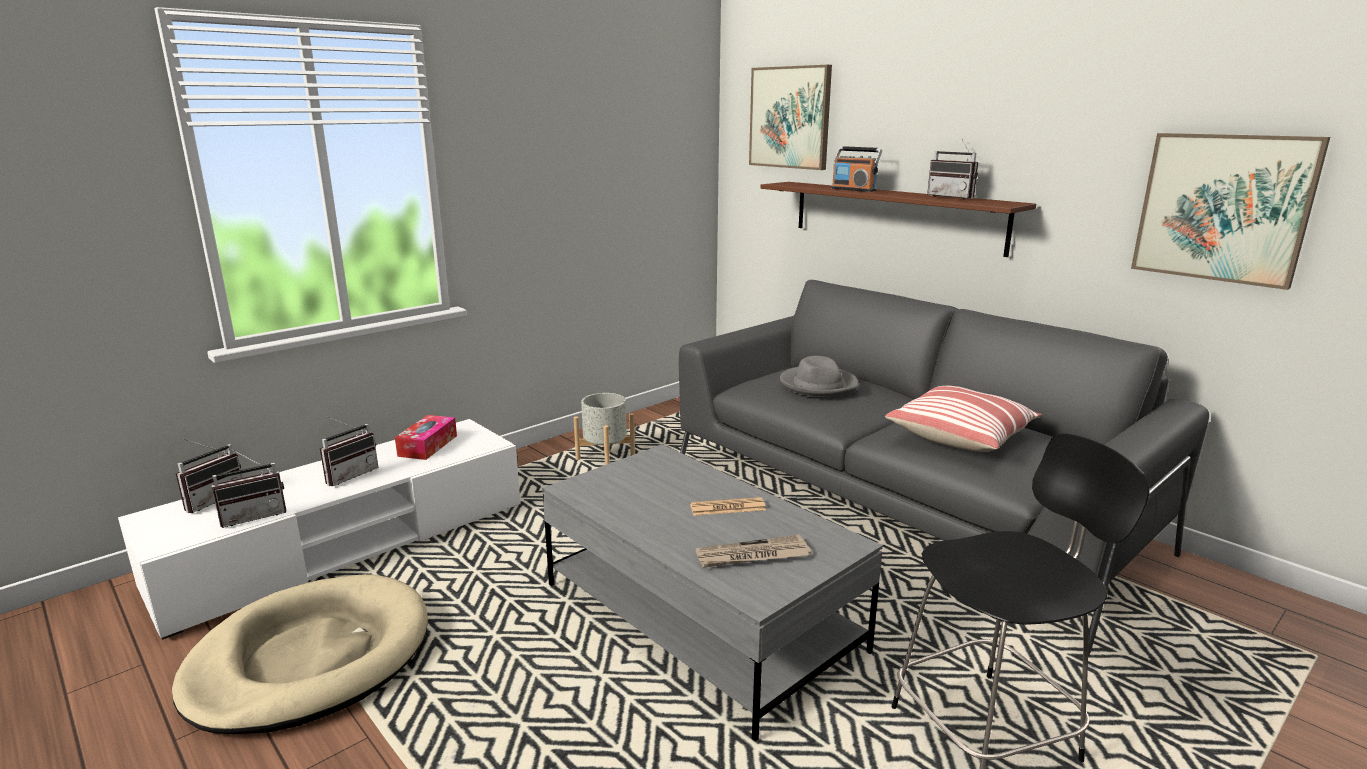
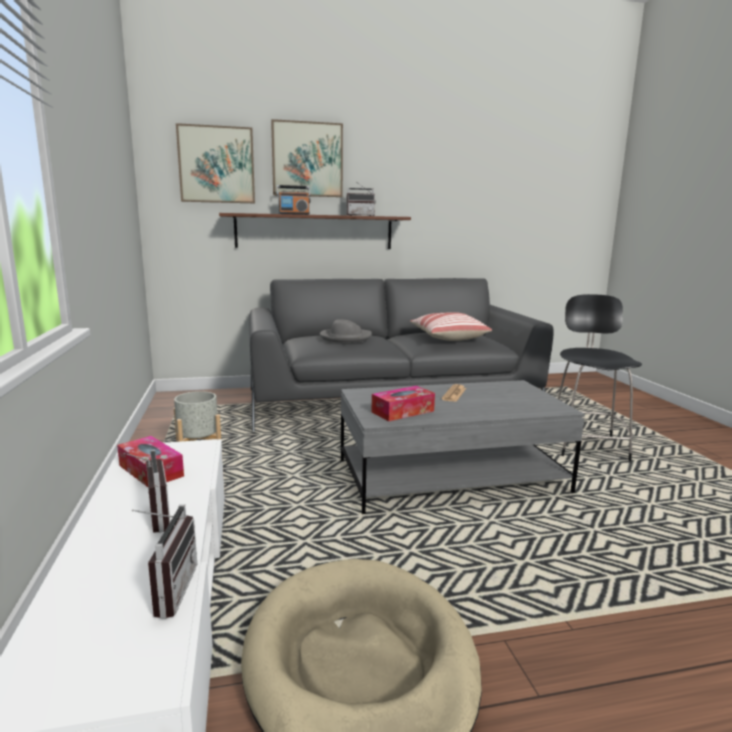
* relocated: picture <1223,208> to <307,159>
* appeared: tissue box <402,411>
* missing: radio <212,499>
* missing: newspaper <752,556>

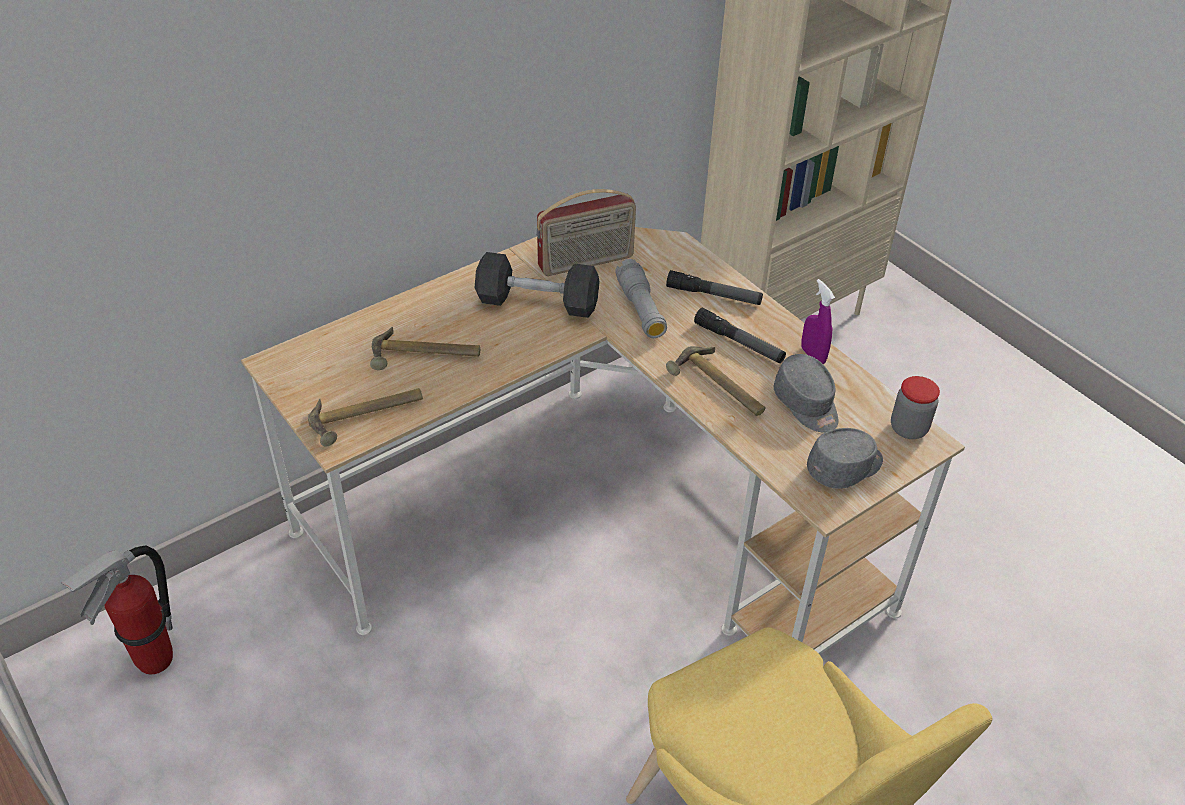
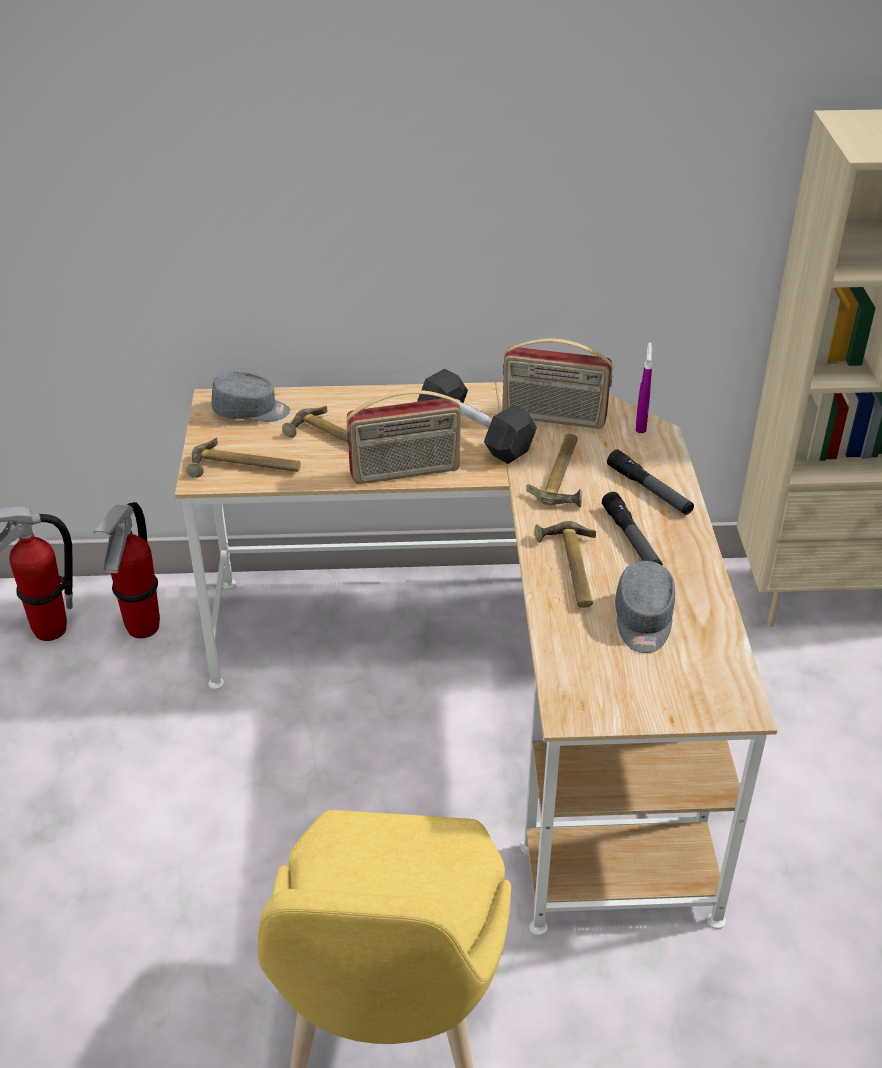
* appeared: fire extinguisher <142,629>
* relocated: grey cap <845,467> to <251,411>
* appeared: radio <405,472>
* exchanged: grey flashlight <641,309> to hammer <564,475>
* relocated: purple spray bottle <812,356> to <641,425>
* missing: jar <908,429>

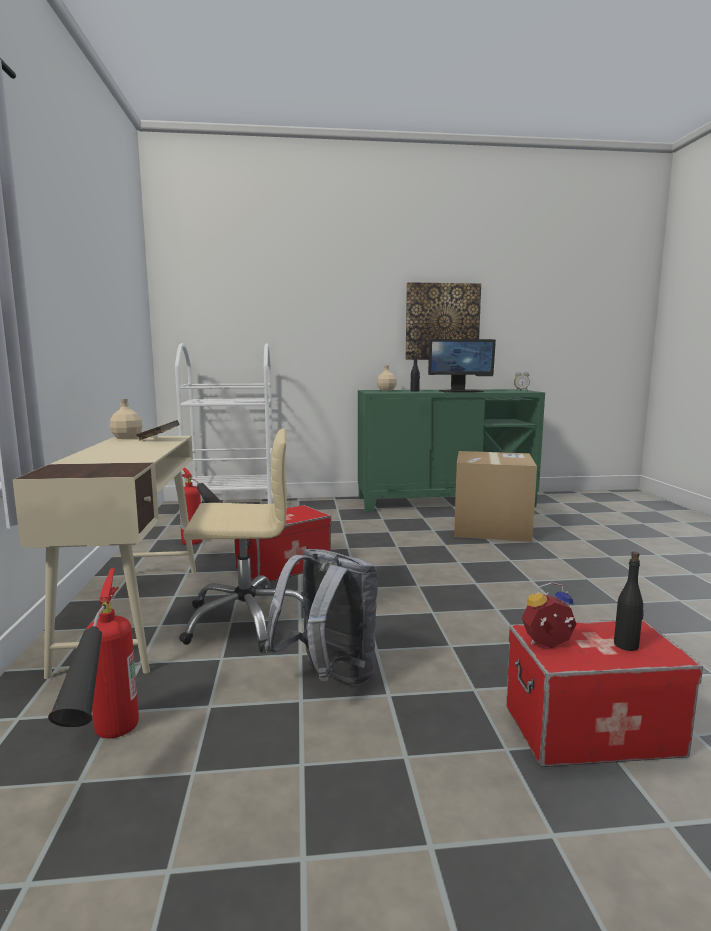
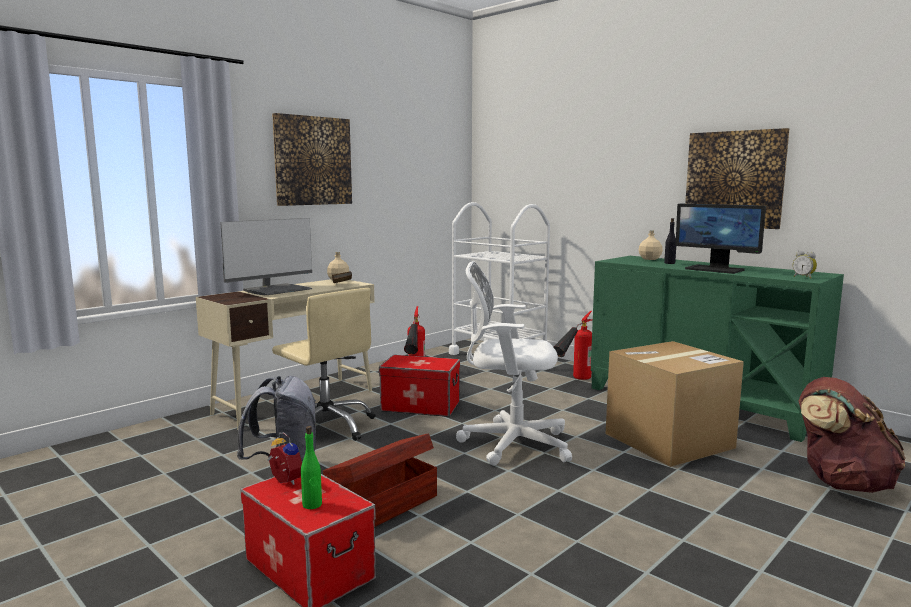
* appeared: monitor <277,290>
* appeared: picture <313,161>
* colour: black bottle <626,645> to green bottle <312,505>
* appeared: brown storage box <382,506>
* appeared: white office chair <510,443>
* relocated: fire extinguisher <105,752> to <573,381>
* appeared: brown backpack <841,482>

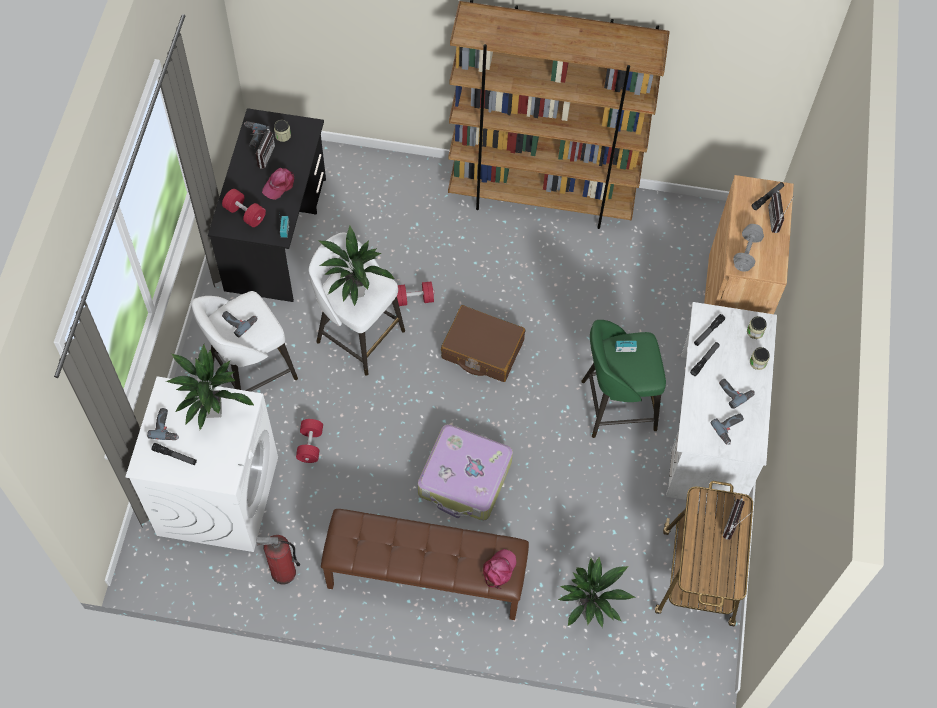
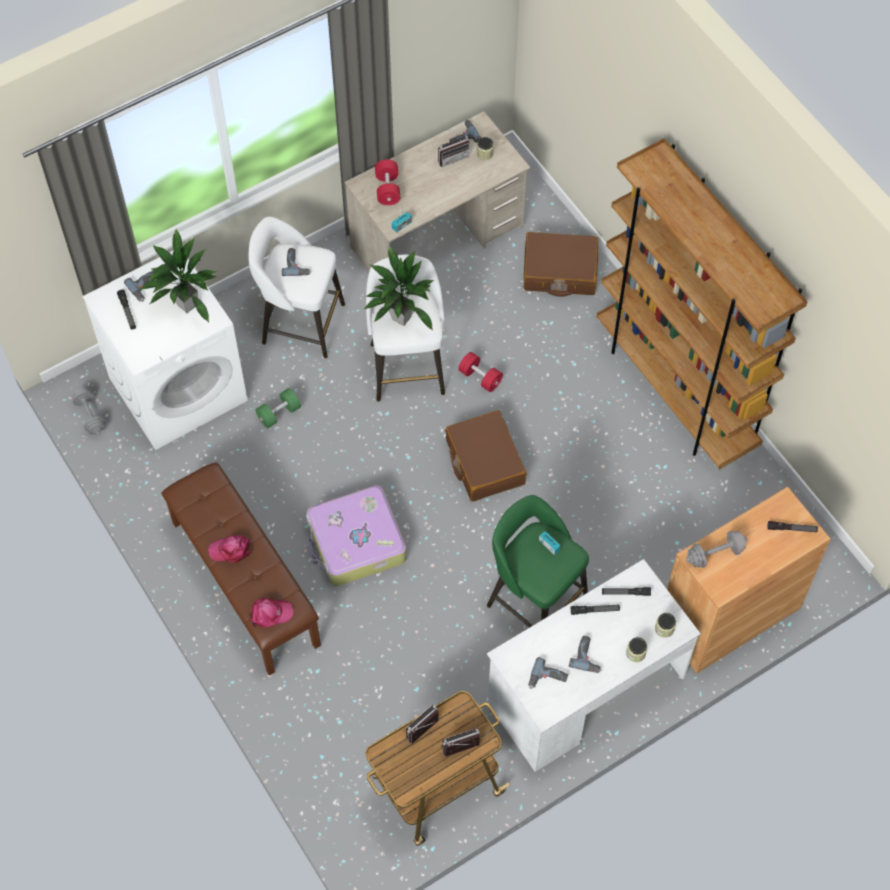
* appeared: grey dumbbell <90,416>
* relocated: pink cap <279,185> to <231,550>
* colour: red dumbbell <310,445> to green dumbbell <279,413>
* colour: black desk <276,234> to beige desk <437,238>
* relocated: radio <777,220> to <425,733>
* appeared: brown suitcase <559,271>
* missing: fire extinguisher <283,572>
* missing: potted plant <589,611>

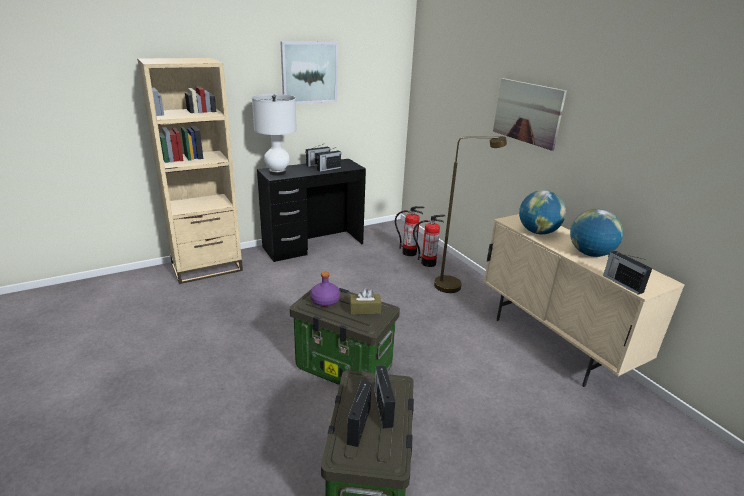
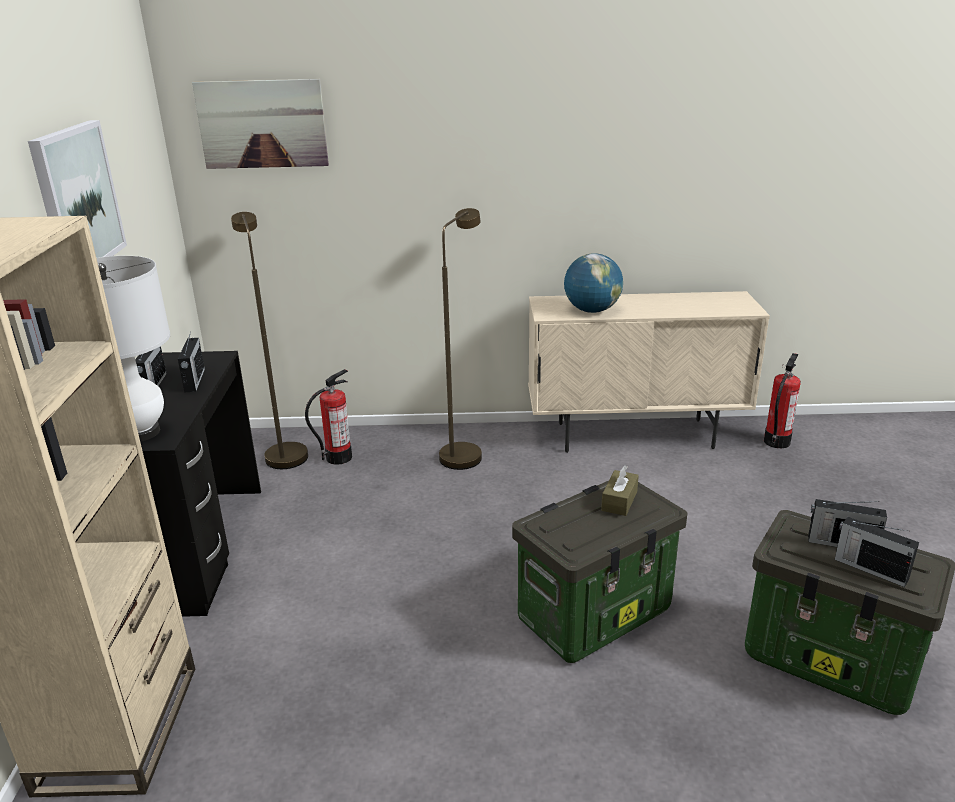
* relocated: picture <527,112> to <262,124>
* appeared: brown floor lamp <283,452>
* relocated: fire extinguisher <428,263> to <776,442>
* missing: purple bottle <324,301>
* missing: globe <590,254>
* missing: radio <622,283>

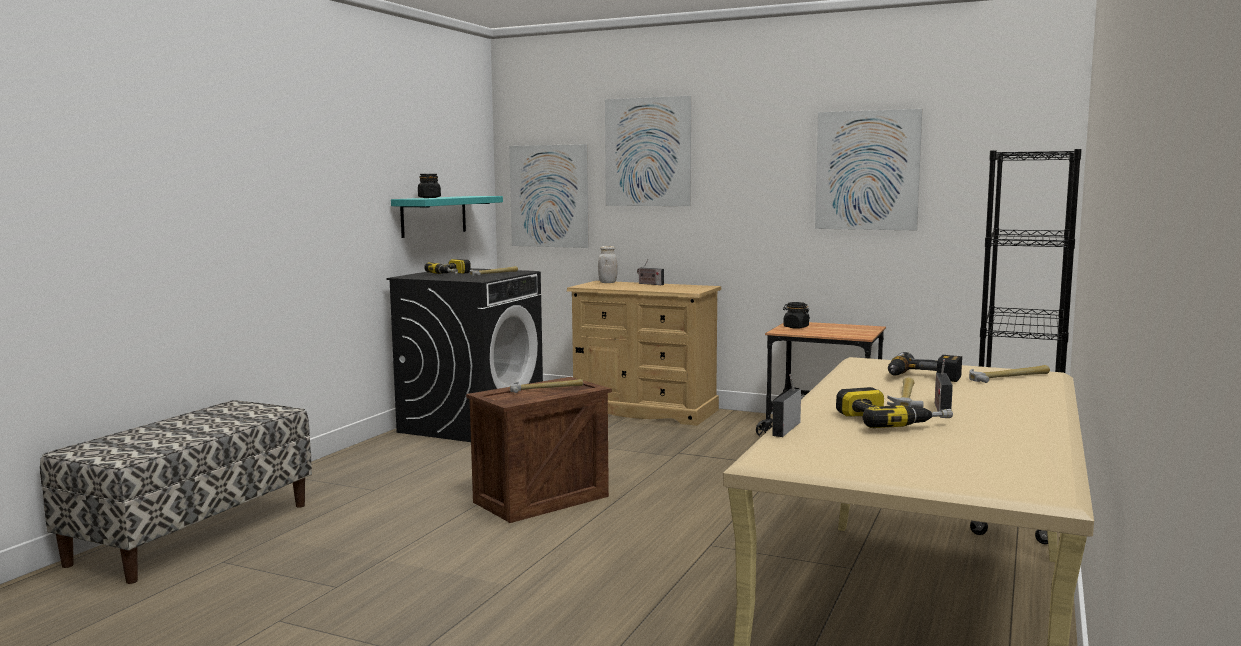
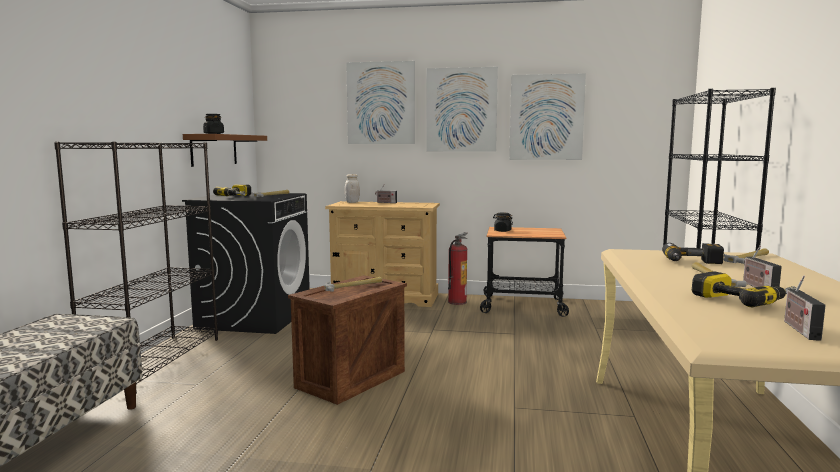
* appeared: black bookcase <156,361>
* colour: turquoise shelf <434,216> to brown shelf <214,150>
* relocated: picture <549,196> to <461,110>
* appeared: fire extinguisher <457,302>
* relocated: radio <786,428> to <799,329>

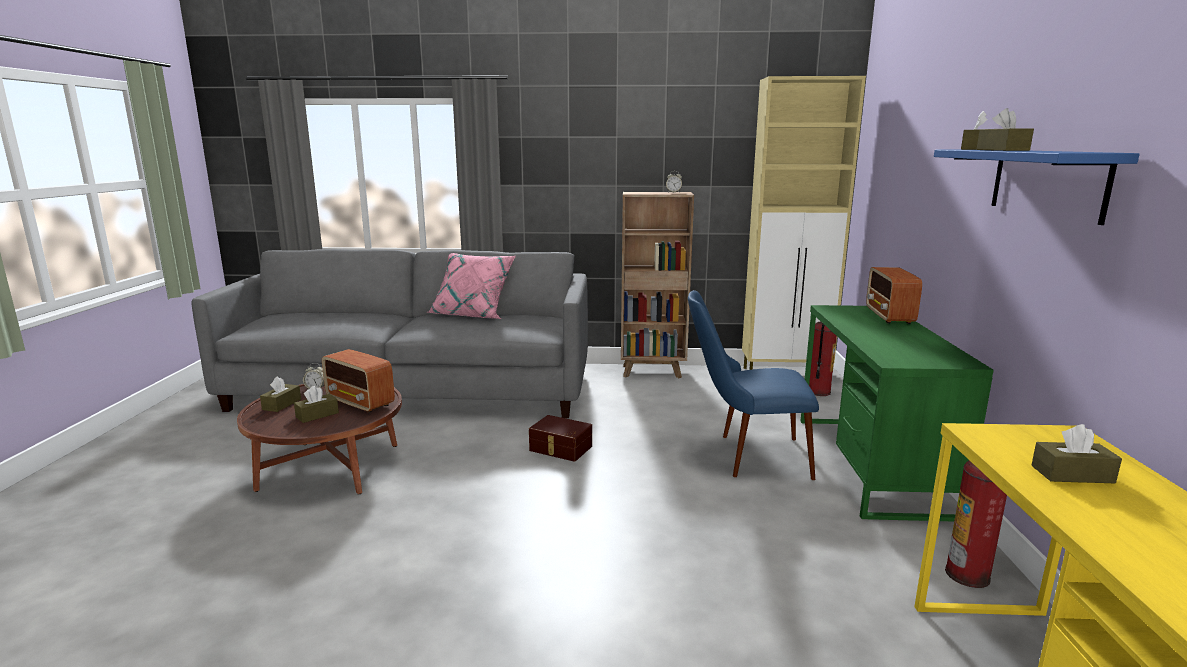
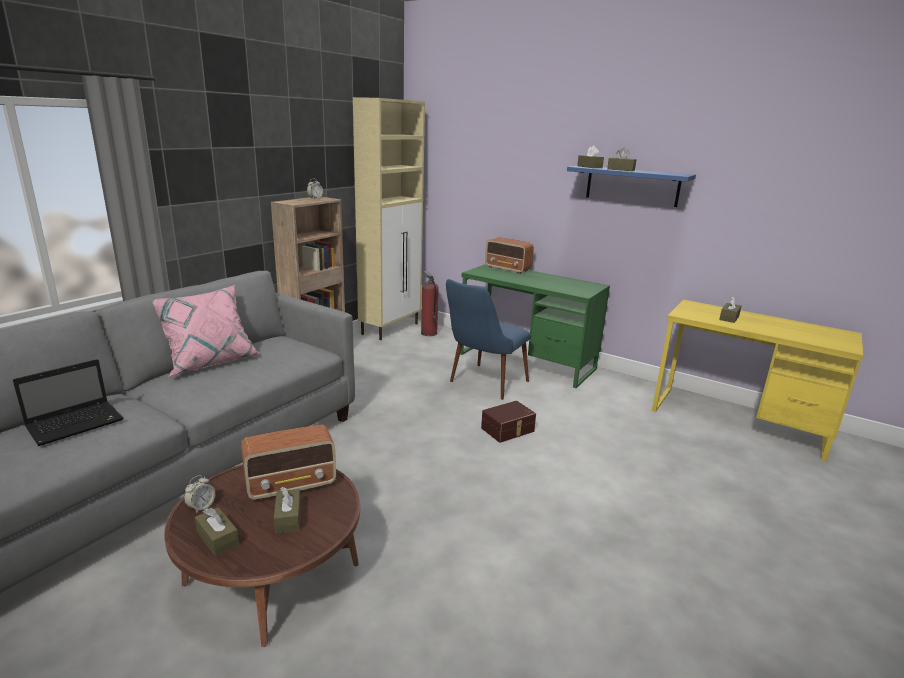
* appeared: laptop <77,423>
* relocated: brown storage box <560,449> to <508,430>
* missing: fire extinguisher <968,575>

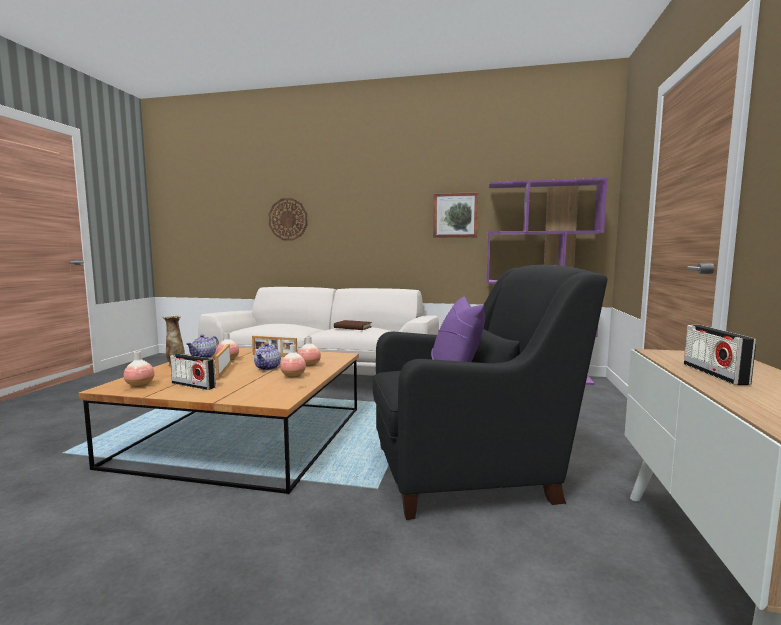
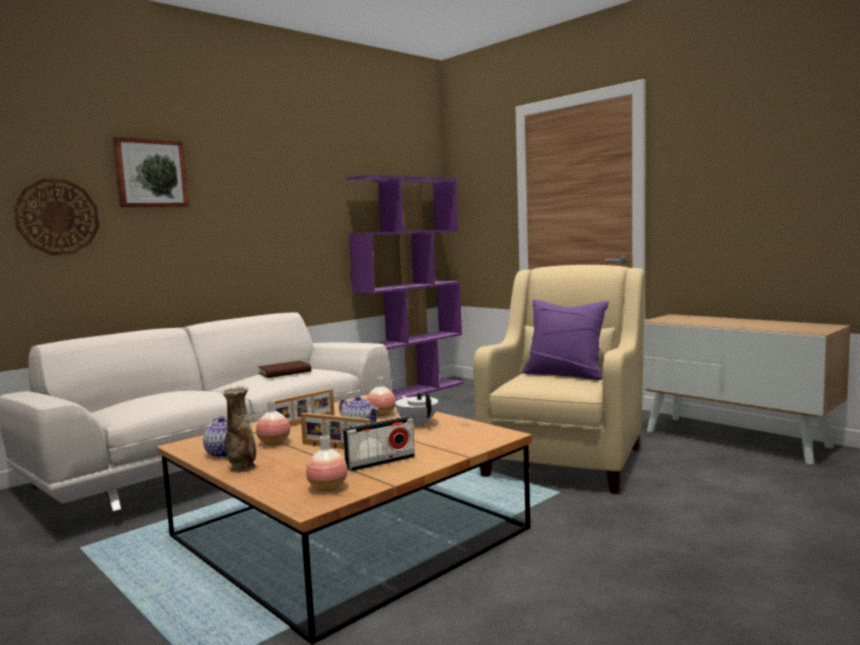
* relocated: picture <455,215> to <151,173>
* exchanged: vase <293,376> to white teapot <417,423>
* colour: black armchair <469,471> to beige armchair <566,458>
* missing: radio <714,374>

